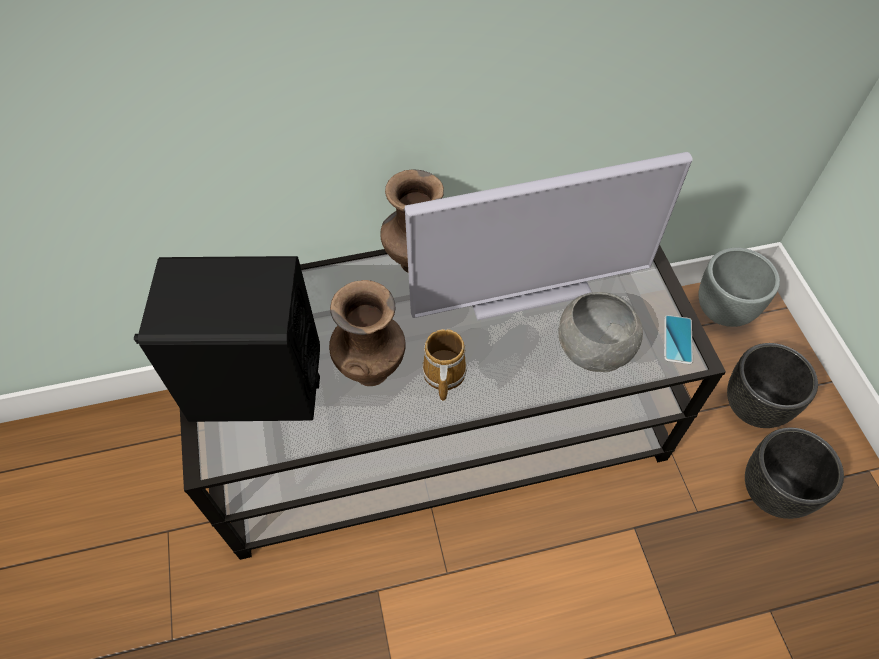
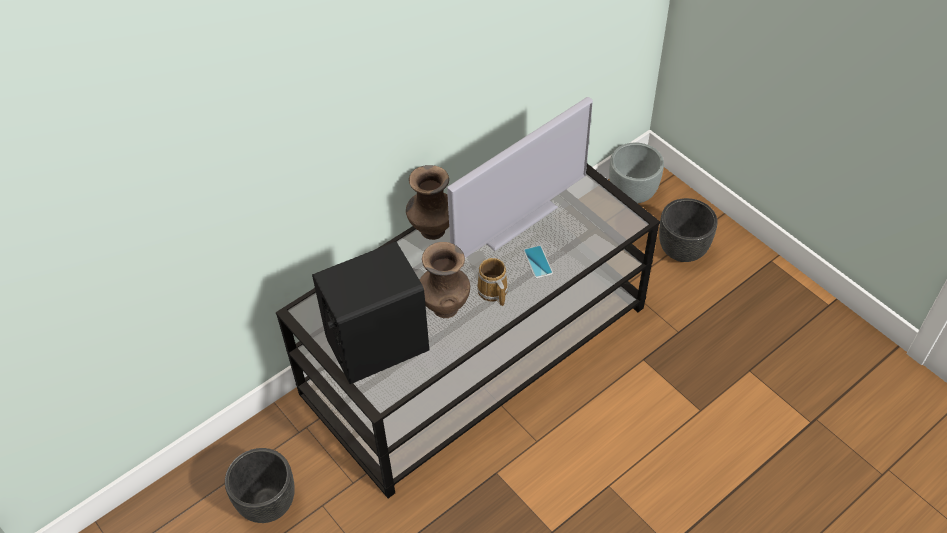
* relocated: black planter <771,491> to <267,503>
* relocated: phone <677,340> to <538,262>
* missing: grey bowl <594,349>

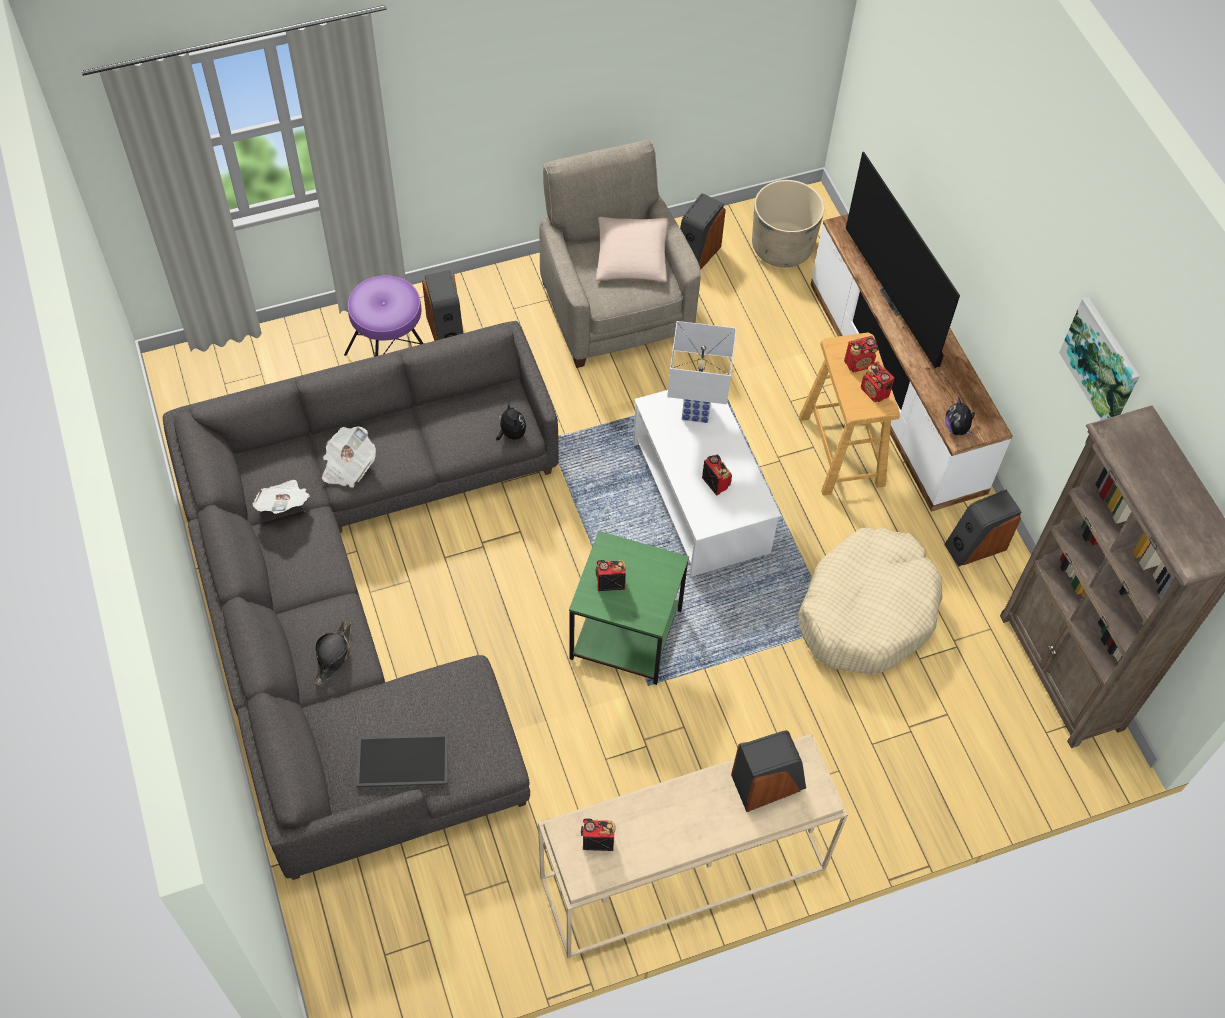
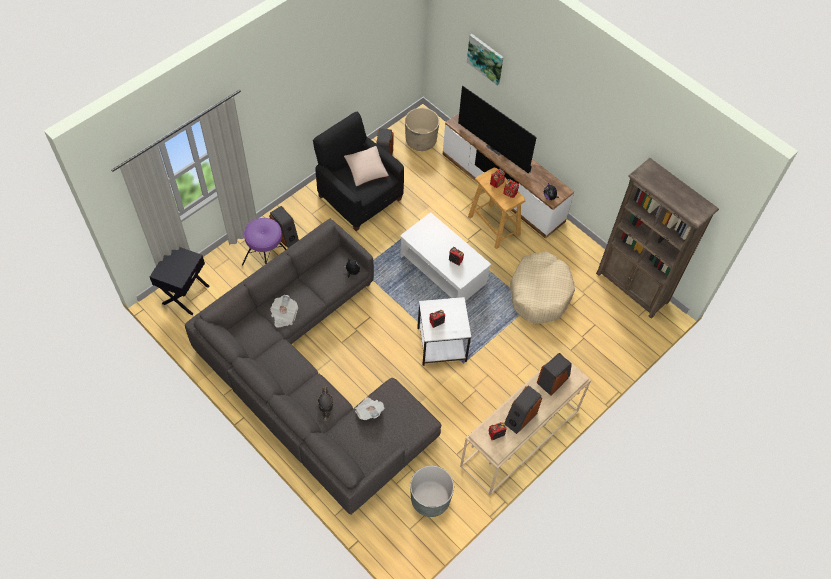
* appeared: black side table <185,294>
* colour: beige armchair <614,308> to black armchair <359,197>
* relocated: newspaper <284,504> to <369,411>
* appeared: grey planter <430,499>
* colour: green side table <624,634> to white side table <441,345>
* relocated: picture <1101,362> to <485,58>
* relocated: speaker <975,545> to <520,417>
* missing: tray <403,759>
* missing: white table lamp <695,411>

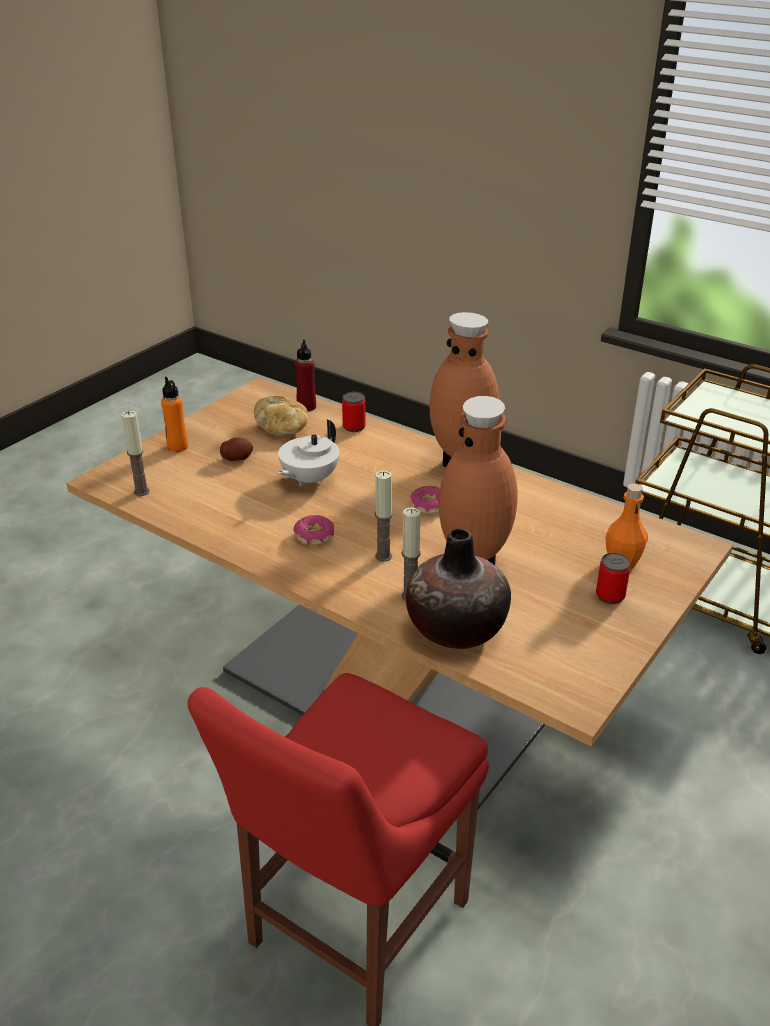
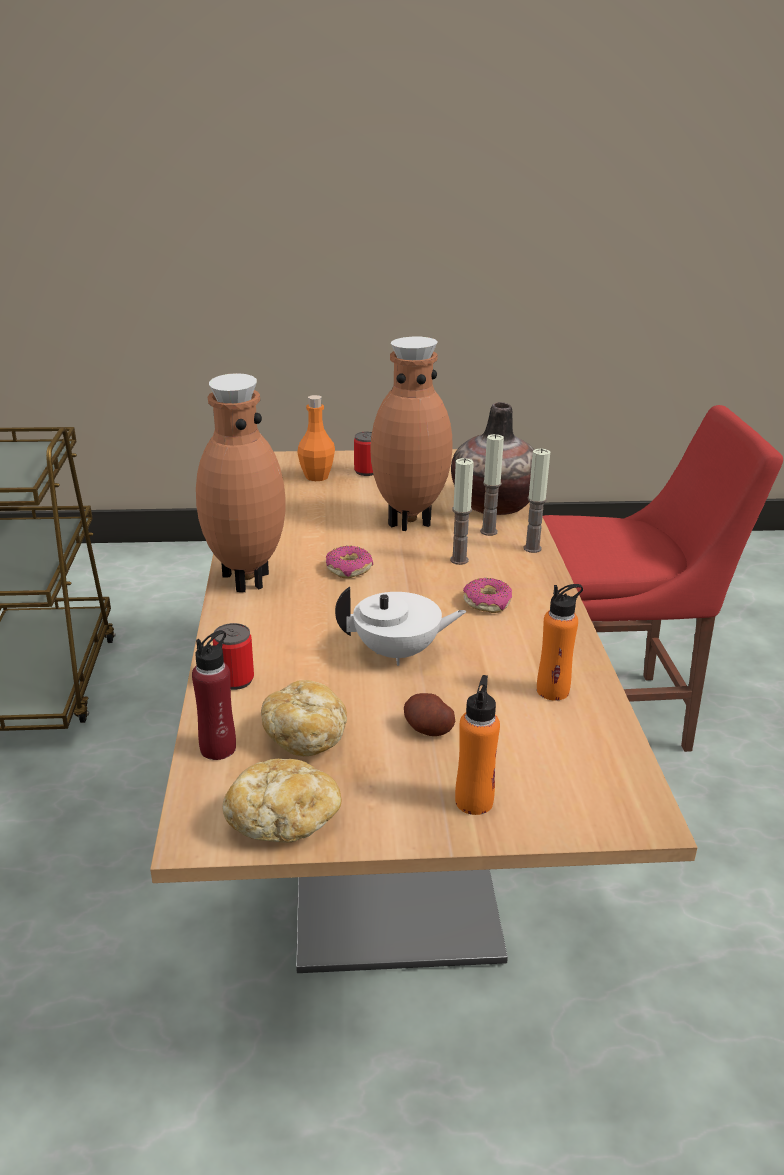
* appeared: bread <283,820>
* relocated: candle <141,491> to <532,548>
* appeared: orange bottle <553,691>

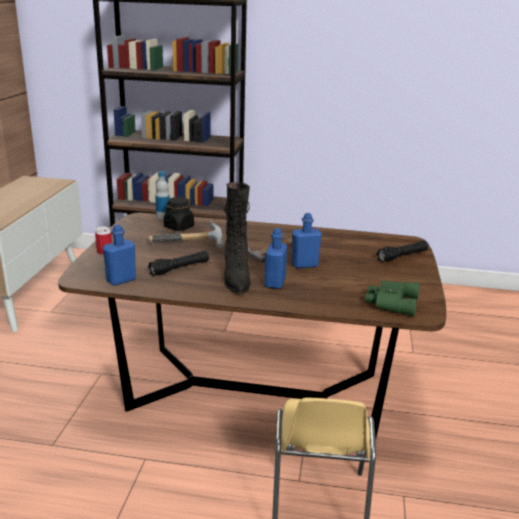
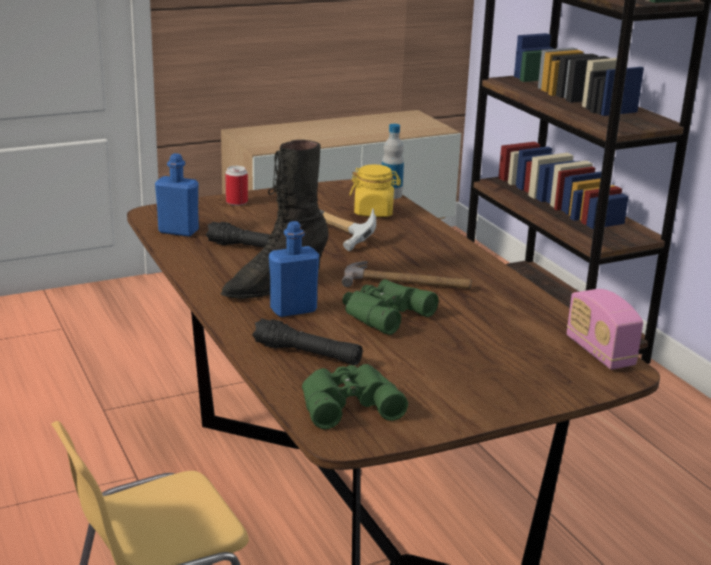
* relocated: black flashlight <402,256> to <307,354>
* exchanged: blue bottle <304,265> to green binoculars <382,313>
* colour: black jar <179,227> to yellow jar <374,212>
* appeared: radio <599,352>

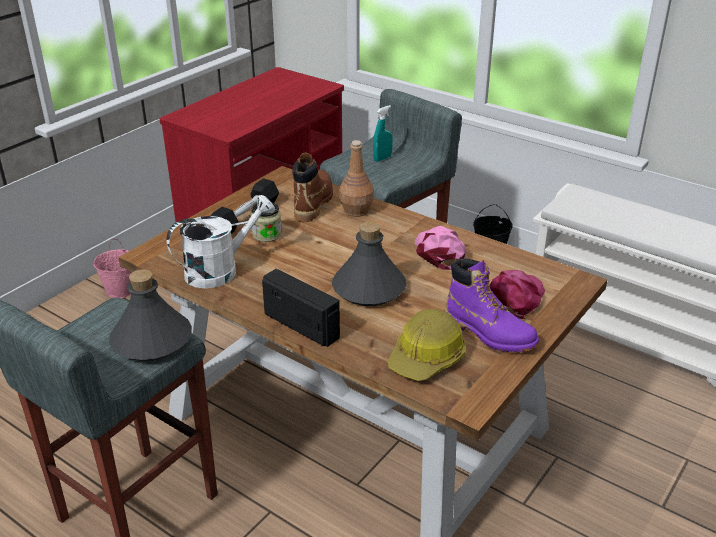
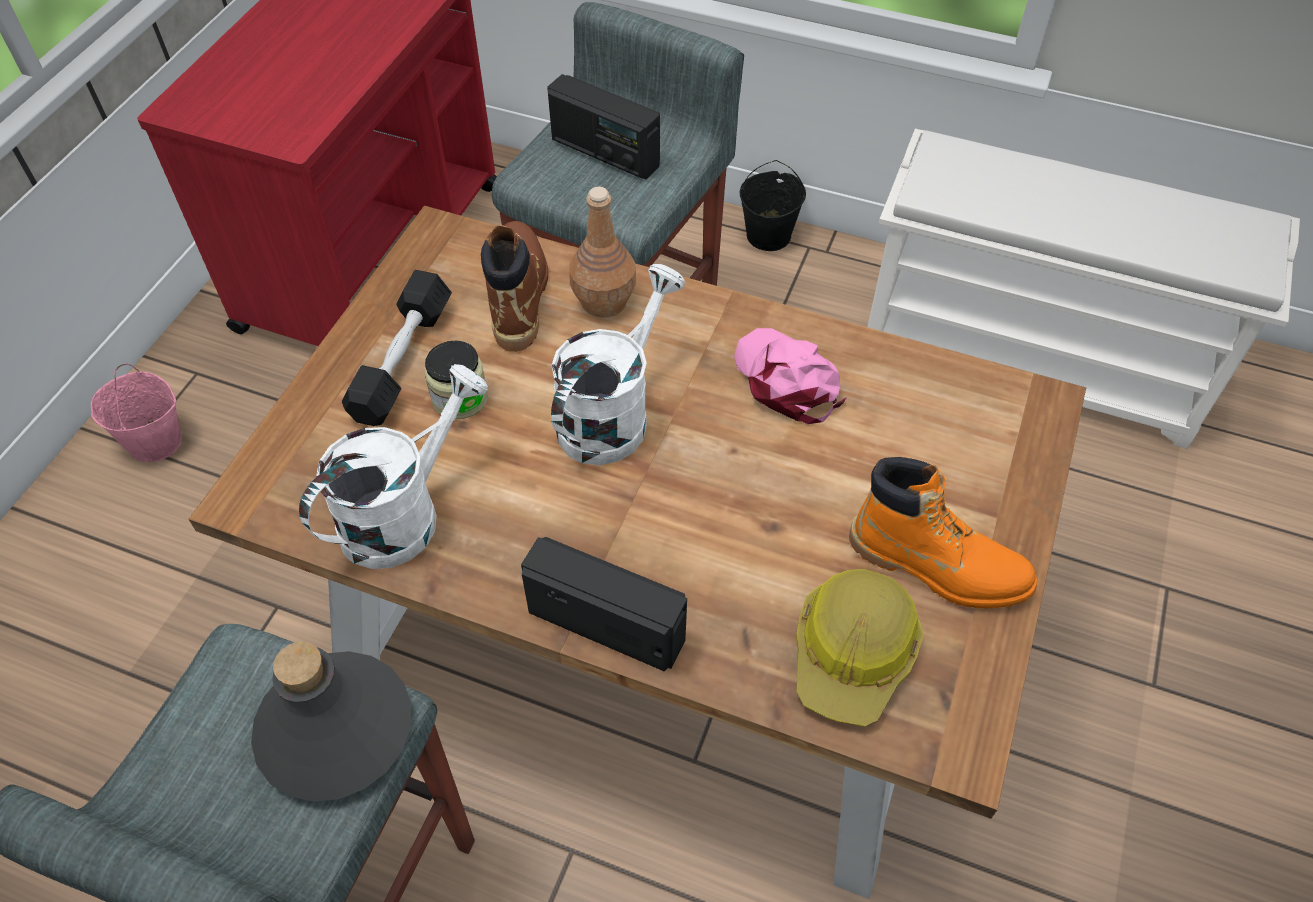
* exchanged: turquoise spray bottle <382,158> to radio <604,152>
* appeared: white watering can <612,413>
* colour: purple boot <489,333> to orange boot <937,566>
* missing: grey bottle <368,289>
* missing: pink cap <516,298>

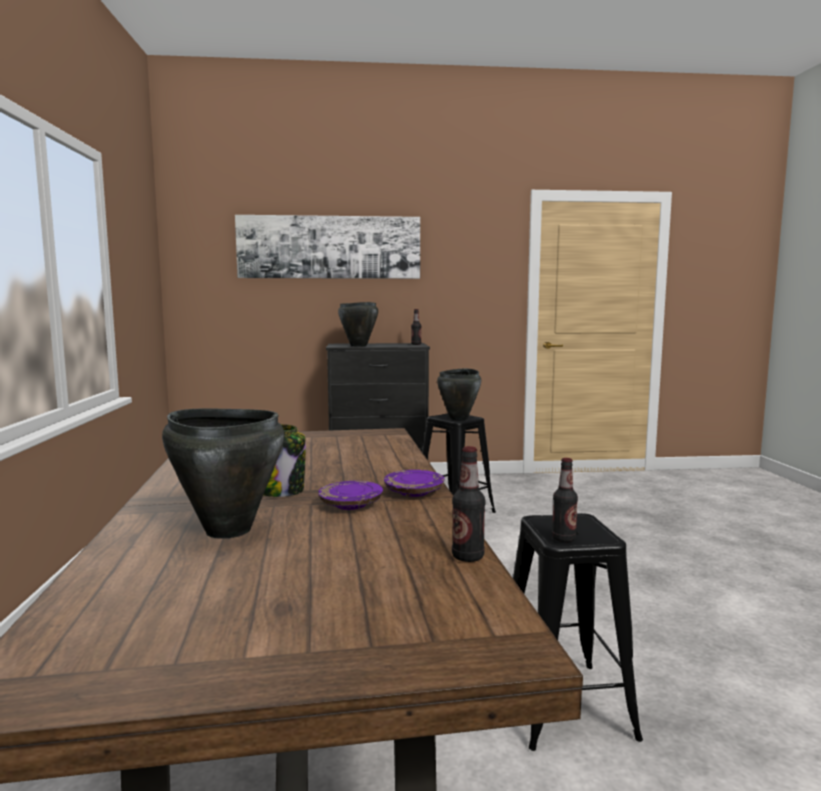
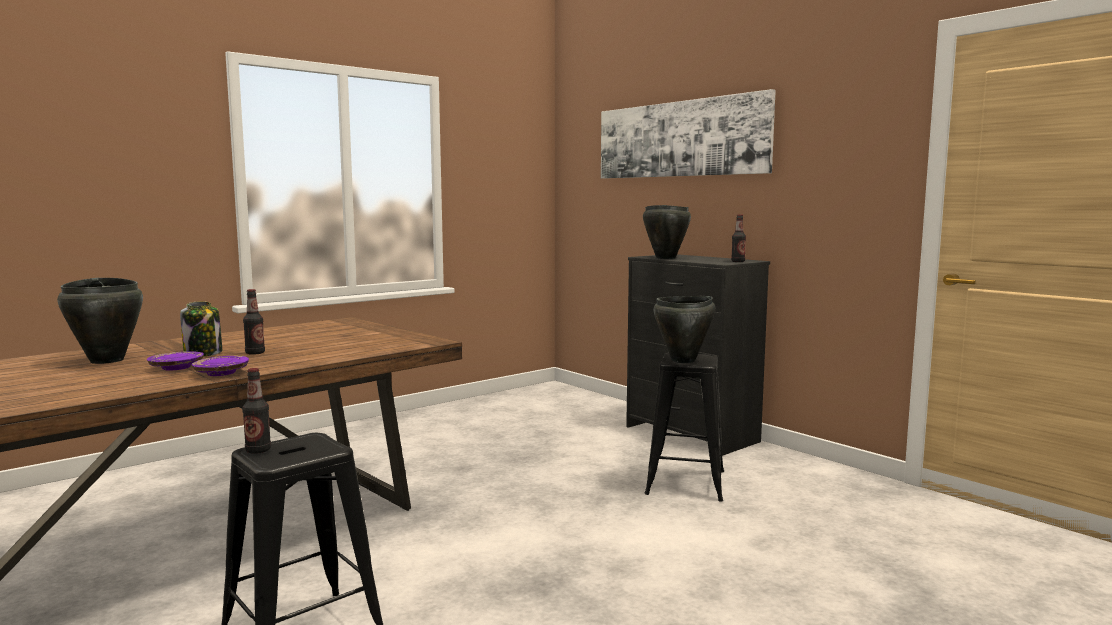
* relocated: bottle <467,557> to <255,353>

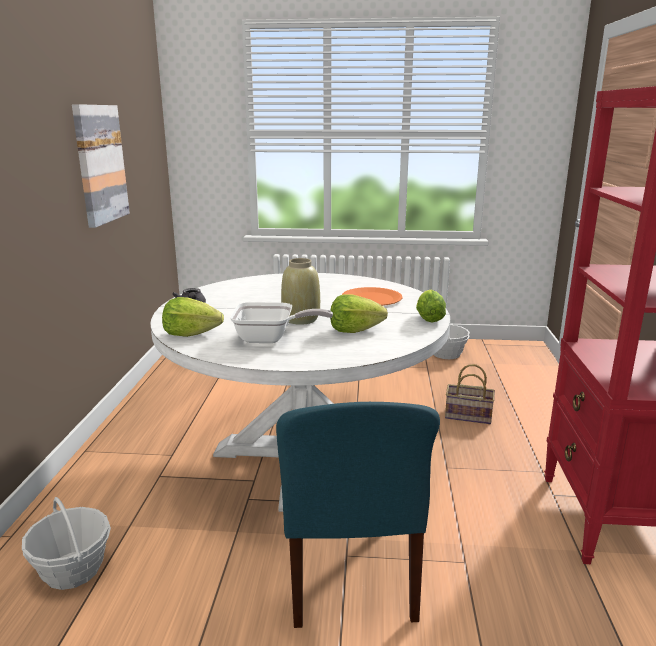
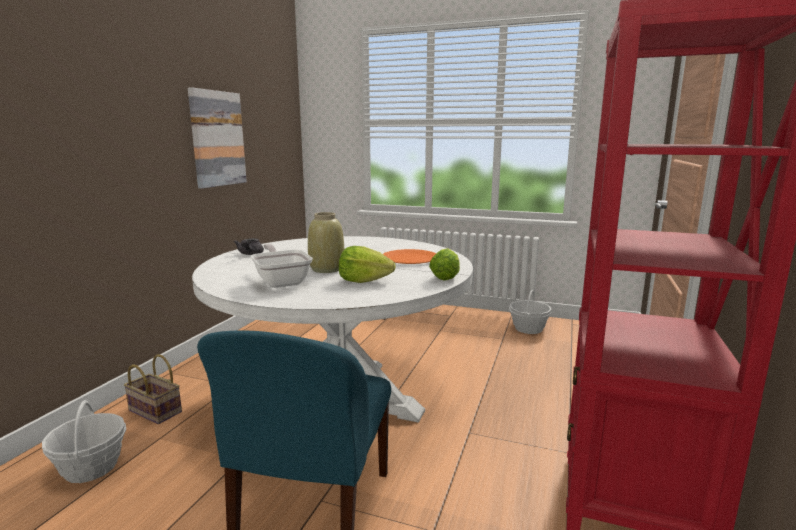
* relocated: basket <466,416> to <153,411>
* spun: frying pan <270,339> = <281,281> 135 degrees counterclockwise
* missing: lettuce <191,334>

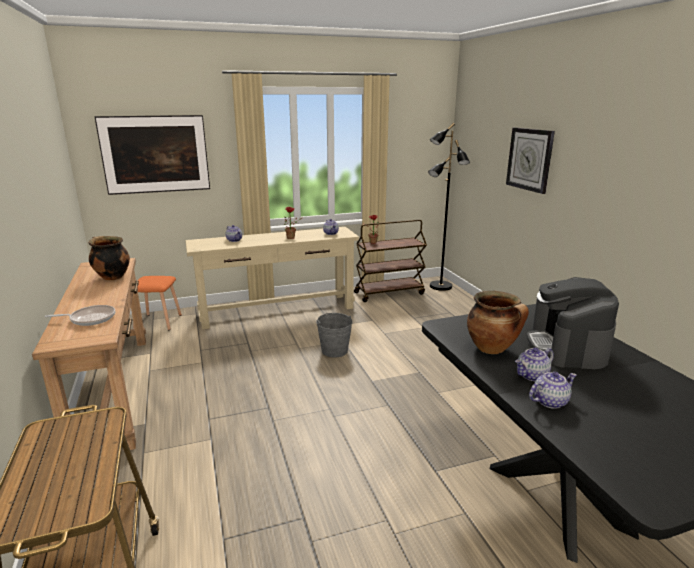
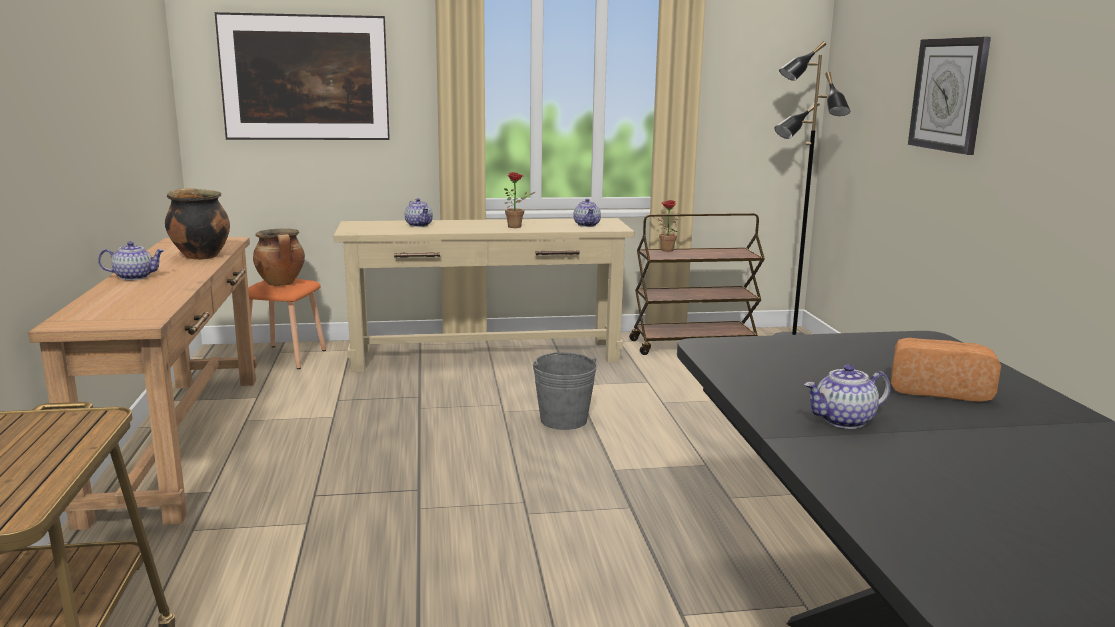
* relocated: teapot <549,401> to <135,277>
* relocated: cooking pot <492,349> to <281,283>
* exchanged: coffee machine <567,347> to bread <938,389>
* missing: frying pan <90,319>

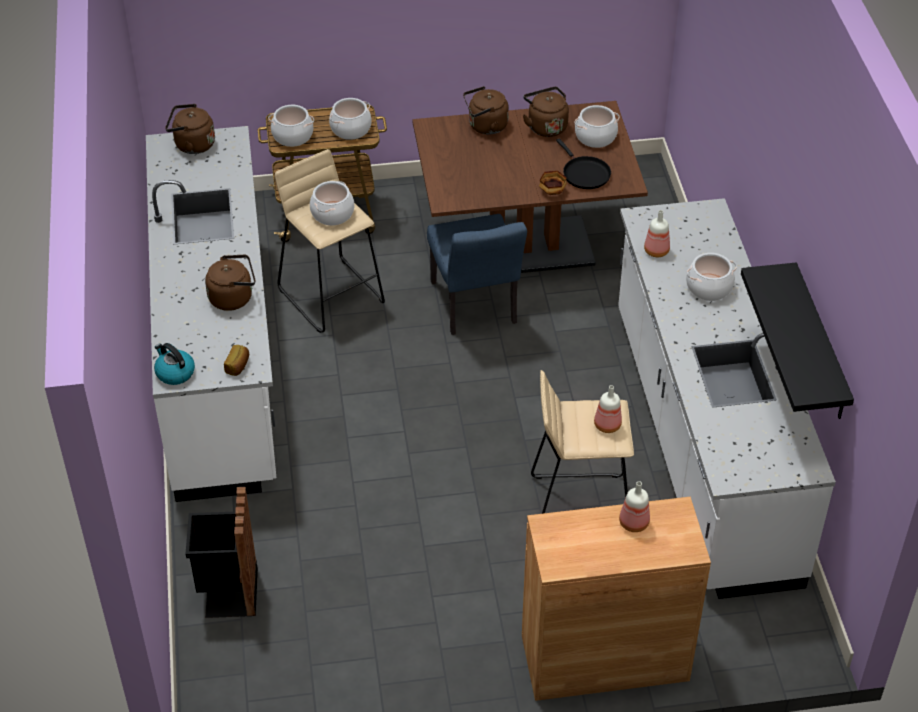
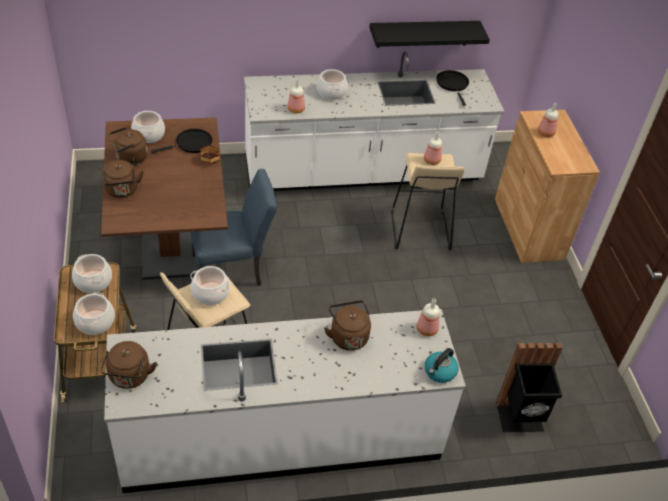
* exchanged: bread <238,366> to bottle <427,330>
* appeared: black frying pan <453,84>

